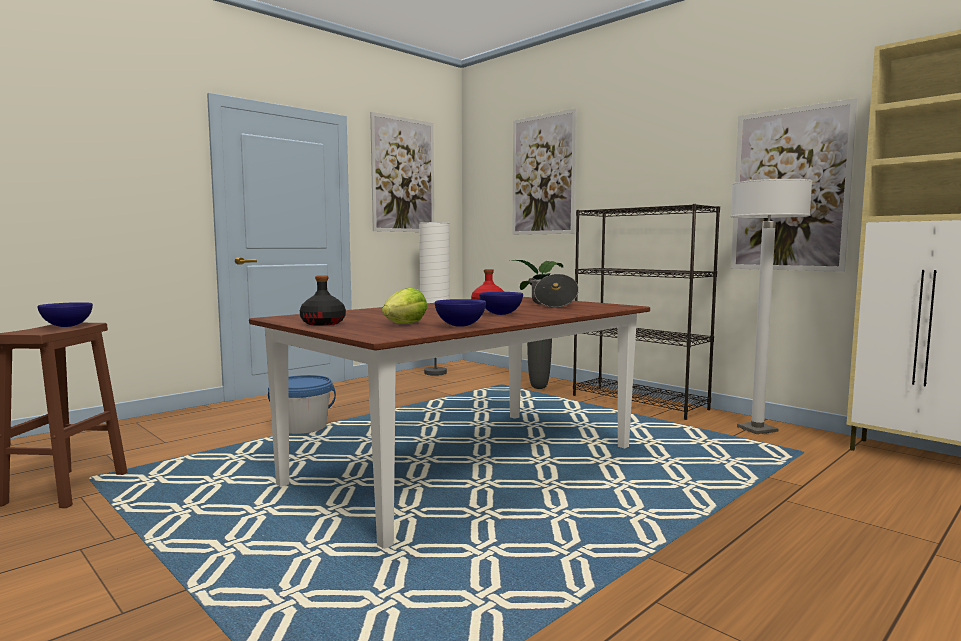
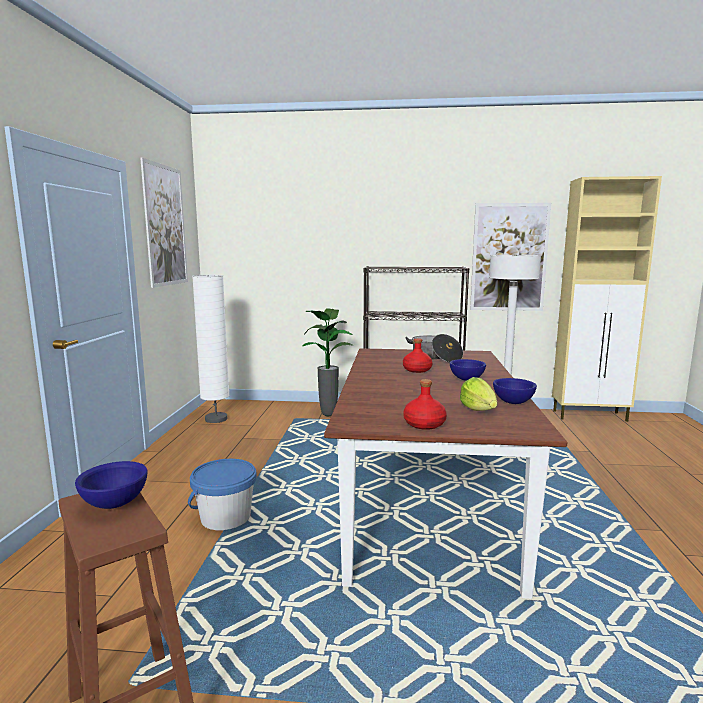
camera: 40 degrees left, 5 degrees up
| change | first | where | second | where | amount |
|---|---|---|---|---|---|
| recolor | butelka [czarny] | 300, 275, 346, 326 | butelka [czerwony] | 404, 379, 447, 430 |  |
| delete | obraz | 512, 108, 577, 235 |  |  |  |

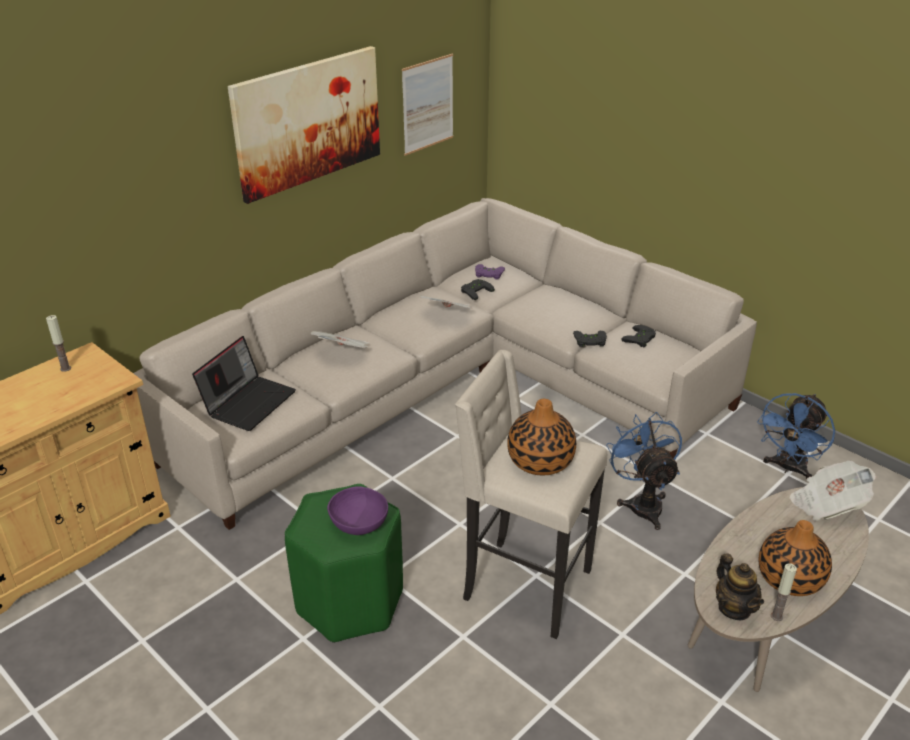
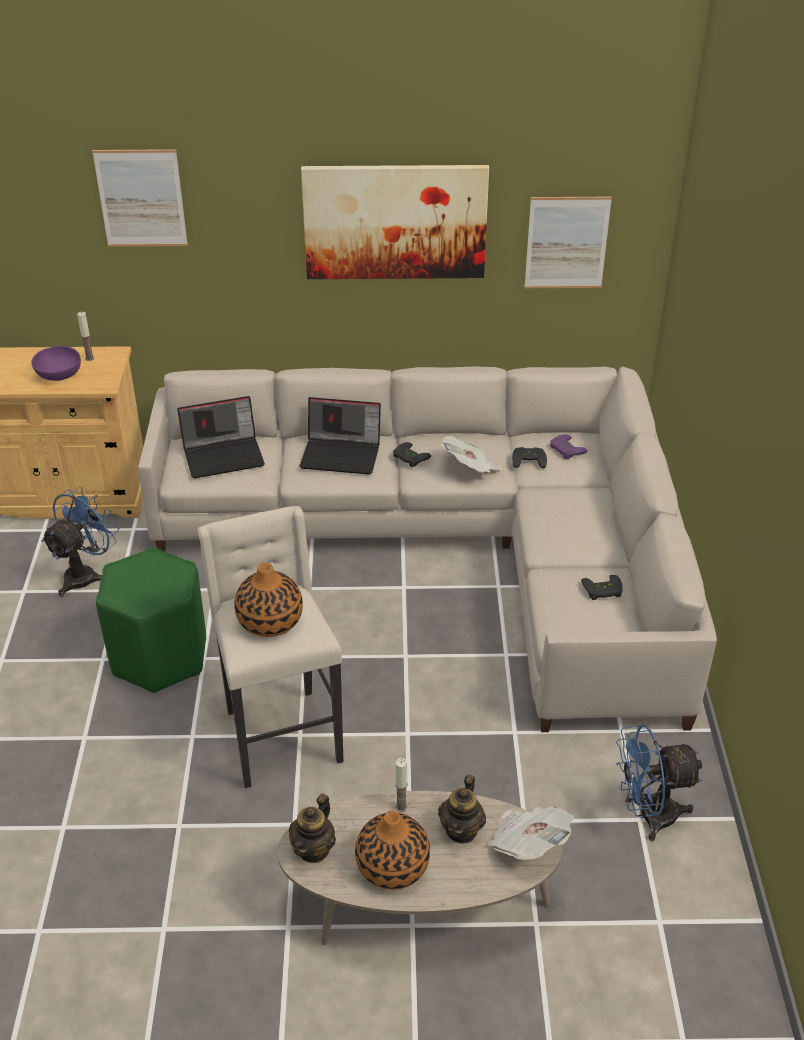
camera: 45 degrees right, 5 degrees up
| change | first | where | second | where | amount |
|---|---|---|---|---|---|
| move | miska [fioletowy] | 327, 486, 388, 535 |  | 31, 346, 81, 381 |  |
| move | wentylator [niebieski] | 606, 412, 682, 530 |  | 41, 487, 119, 597 |  |
| insert |  |  | obraz | 92, 149, 188, 247 |  |
| replace | gazeta | 311, 331, 370, 348 | laptop | 300, 397, 381, 475 |  |
| move | pad do gier [czarny] | 573, 331, 607, 347 |  | 393, 442, 431, 467 |  |
| move | świeca | 771, 563, 797, 621 |  | 395, 758, 408, 812 |  |
| insert |  |  | imbryk | 438, 774, 486, 844 |  |

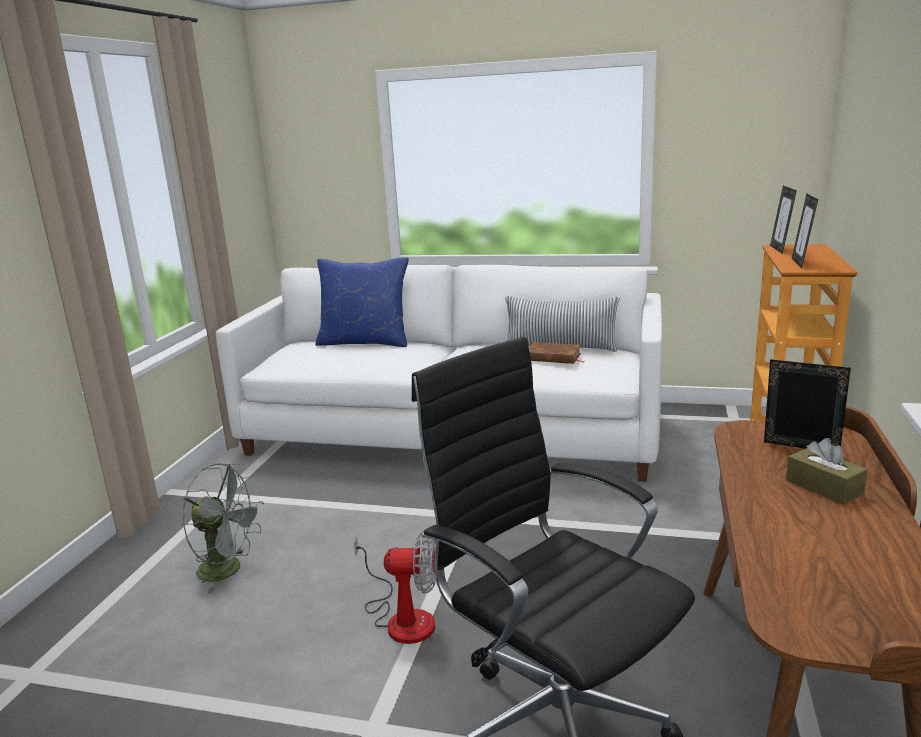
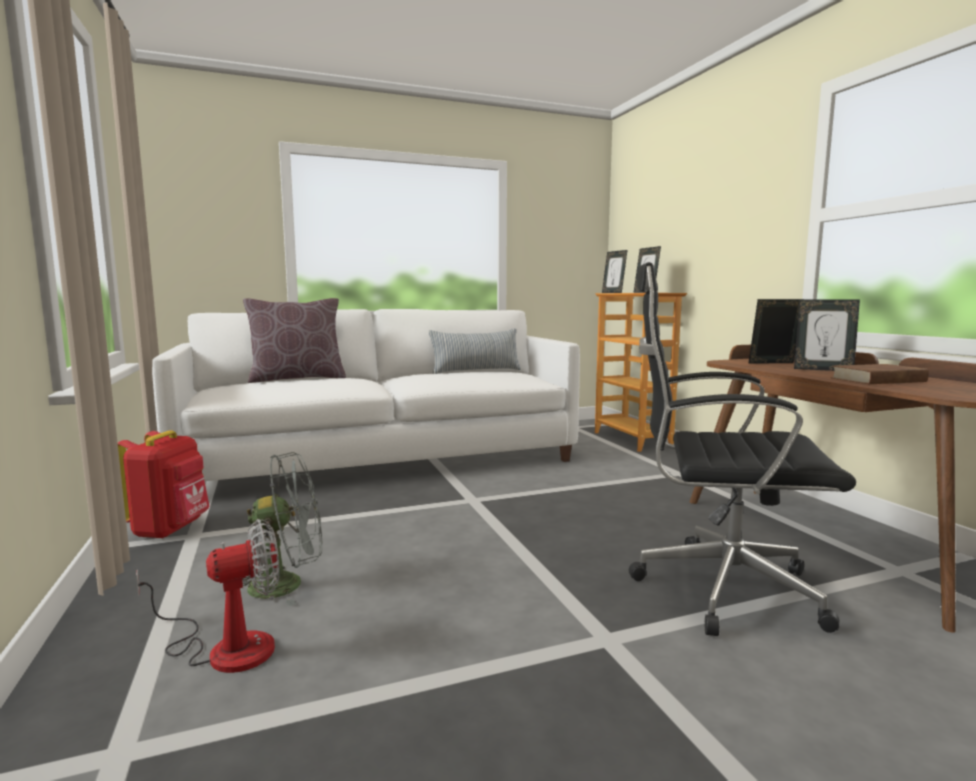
camera: 35 degrees left, 10 degrees down
| change | first | where | second | where | amount |
|---|---|---|---|---|---|
| insert |  |  | plecak [czerwony] | 118, 430, 210, 539 |  |
| move | wentylator | 354, 531, 436, 644 |  | 136, 519, 280, 673 |  |
| recolor | poduszka [niebieski] | 315, 257, 409, 347 | poduszka [brązowy] | 243, 298, 346, 383 |  |
| replace | pudełko chusteczek [brązowy] | 786, 438, 868, 504 | ramka na zdjęcie | 794, 299, 860, 371 |  |
| move | książka [brązowy] | 529, 342, 583, 364 |  | 831, 364, 929, 384 |  |

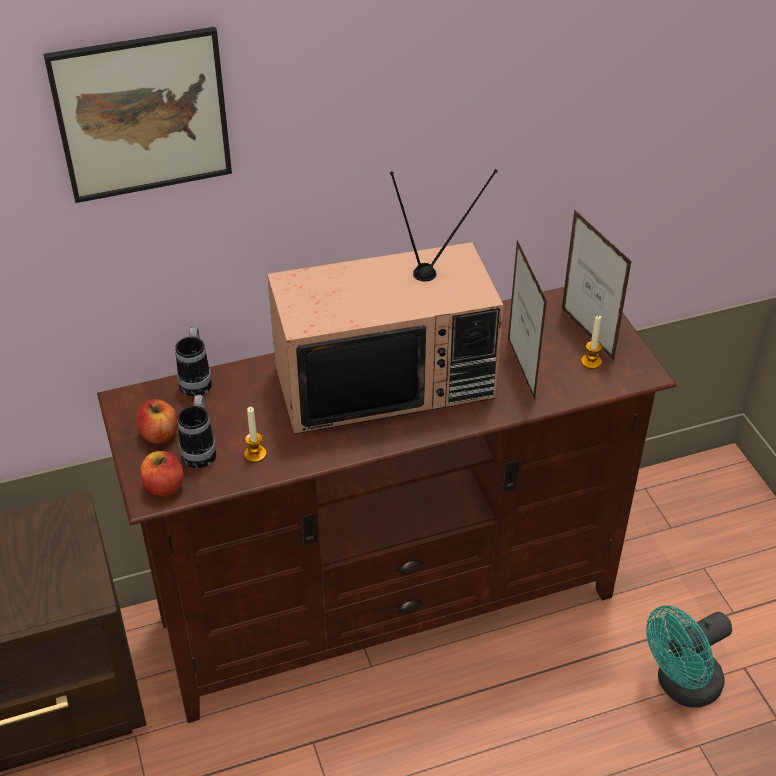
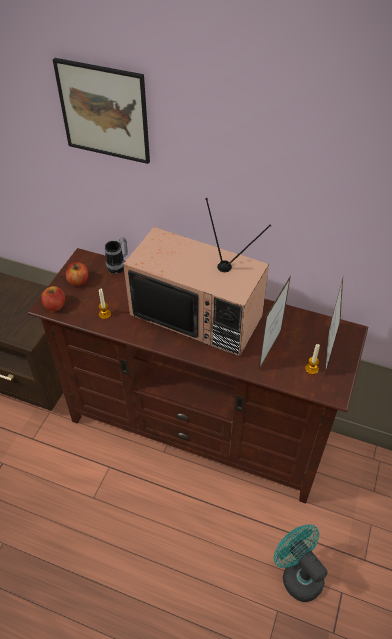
camera: 40 degrees right, 5 degrees up
| change | first | where | second | where | amount |
|---|---|---|---|---|---|
| rotate | wentylator [turkusowy] | 646, 605, 732, 708 |  | 274, 524, 328, 602 | 45 degrees clockwise |
| delete | kubek | 177, 395, 216, 468 |  |  |  |

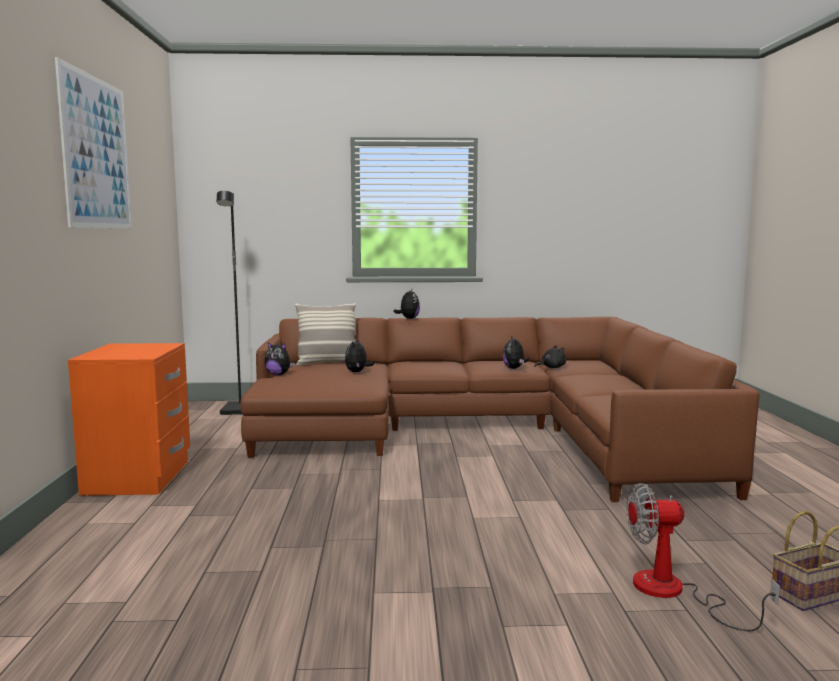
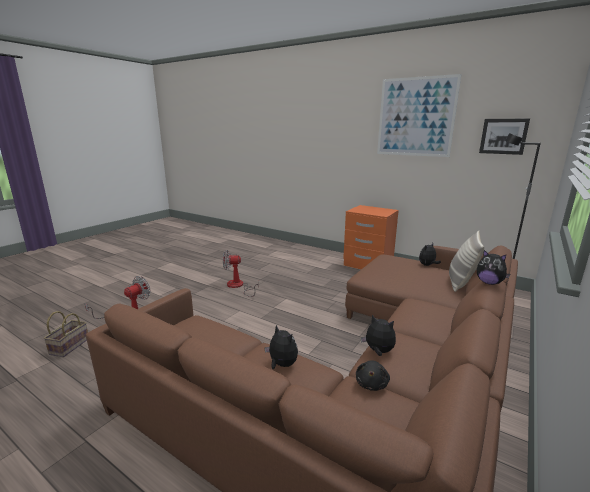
camera: 125 degrees right, 10 degrees up
| change | first | where | second | where | amount |
|---|---|---|---|---|---|
| insert |  |  | wentylator | 223, 250, 258, 297 |  |
| move | pluszak | 345, 338, 375, 372 |  | 265, 325, 298, 369 |  |
| insert |  |  | obraz | 479, 119, 530, 155 |  |

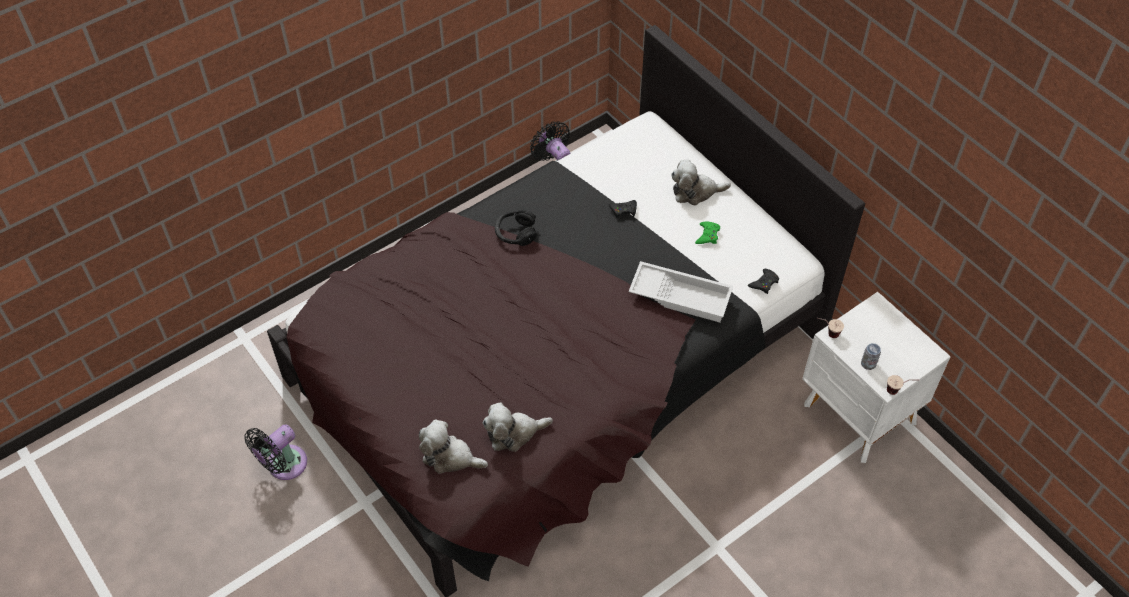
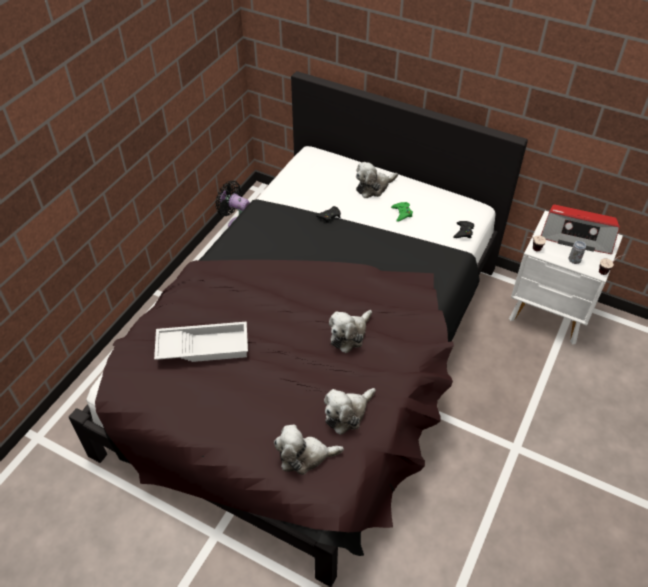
camera: 25 degrees left, 5 degrees down
| change | first | where | second | where | amount |
|---|---|---|---|---|---|
| move | taca [biały] | 629, 261, 733, 322 |  | 154, 321, 248, 362 |  |
| insert |  |  | pluszak | 329, 310, 372, 353 |  |
| insert |  |  | radio | 541, 204, 620, 254 |  |
| delete | wentylator [czarny] | 244, 424, 307, 480 |  |  |  |
| delete | słuchawki [czarny] | 495, 210, 537, 246 |  |  |  |

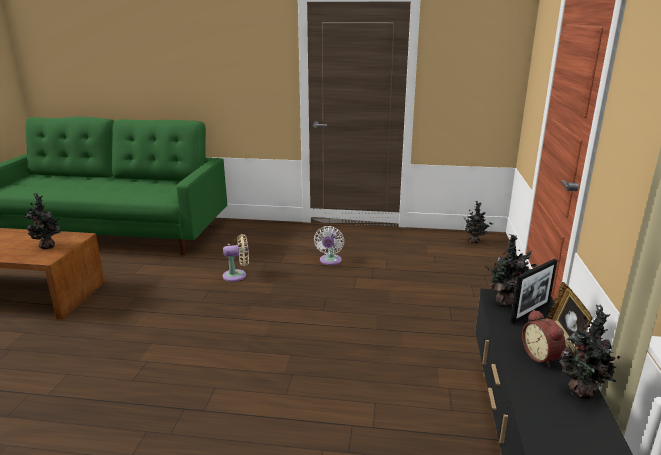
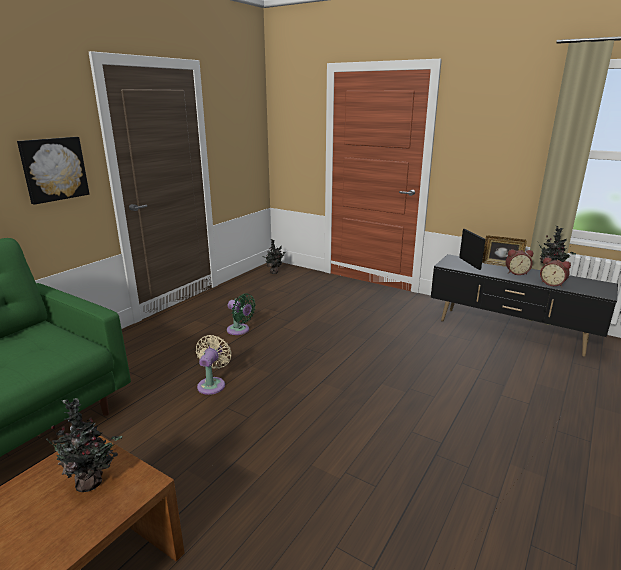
camera: 65 degrees left, 0 degrees up
| change | first | where | second | where | amount |
|---|---|---|---|---|---|
| insert |  |  | obraz | 17, 137, 89, 205 |  |
| recolor | wentylator [biały] | 314, 226, 344, 265 | wentylator [zielony] | 227, 294, 256, 335 |  |
| insert |  |  | budzik | 540, 257, 571, 287 |  |
| delete | roślina doniczkowa | 485, 234, 538, 306 |  |  |  |

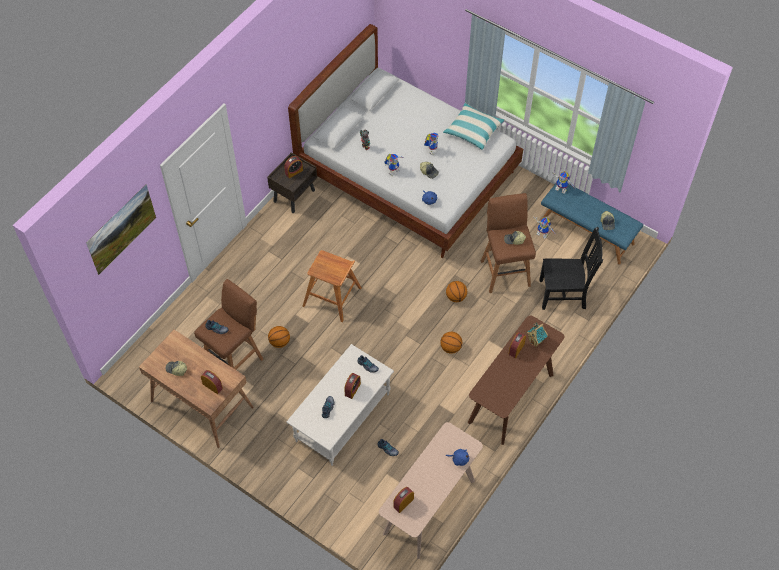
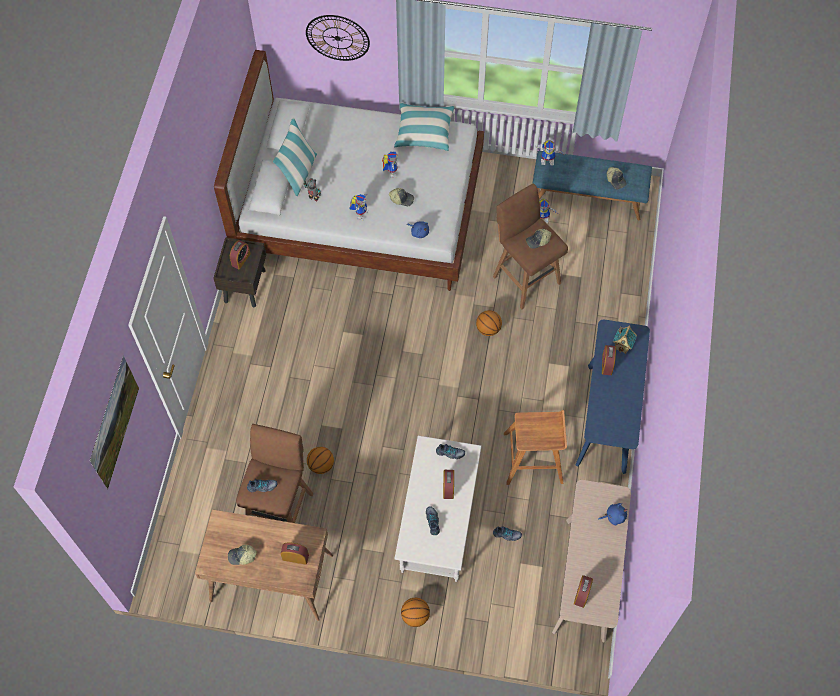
camera: 25 degrees left, 5 degrees up
| change | first | where | second | where | amount |
|---|---|---|---|---|---|
| insert |  |  | poduszka | 273, 118, 317, 196 |  |
| insert |  |  | zegar ścienny | 306, 15, 370, 61 |  |
| move | piłka do koszykówki | 440, 332, 462, 354 |  | 401, 598, 430, 627 |  |
| move | stołek [brązowy] | 302, 250, 361, 322 |  | 504, 410, 567, 485 |  |
| recolor | stolik konsolowy [brązowy] | 468, 316, 564, 445 | stolik konsolowy [niebieski] | 576, 320, 650, 474 |  |
| delete | krzesło [czarny] | 539, 227, 603, 310 |  |  |  |

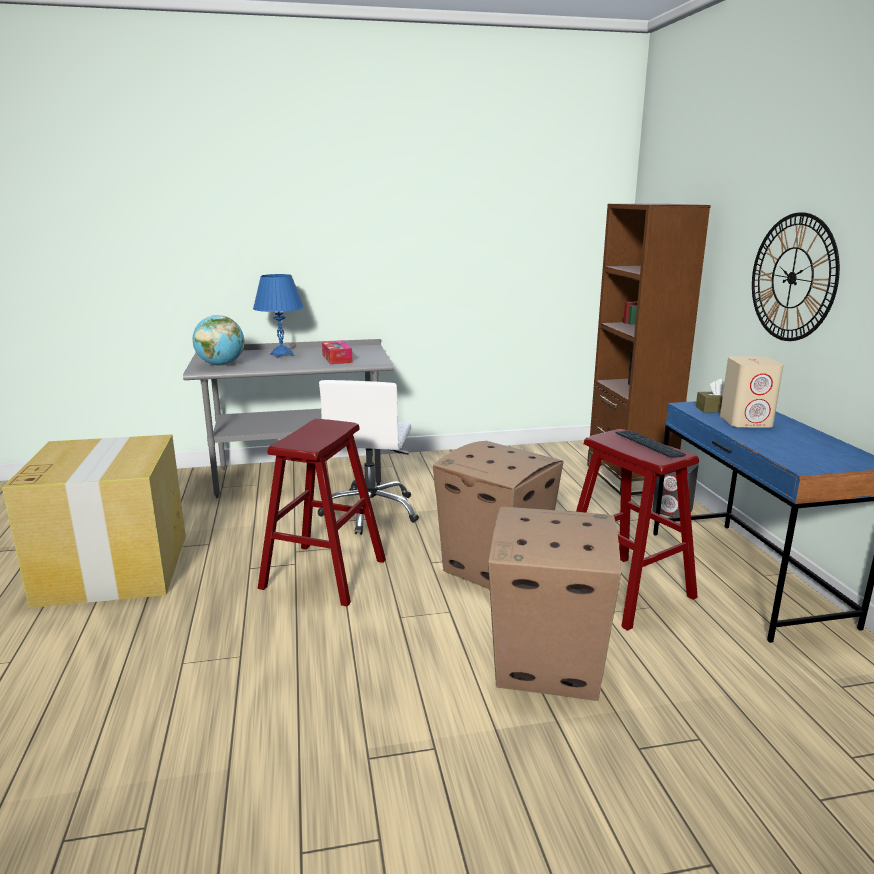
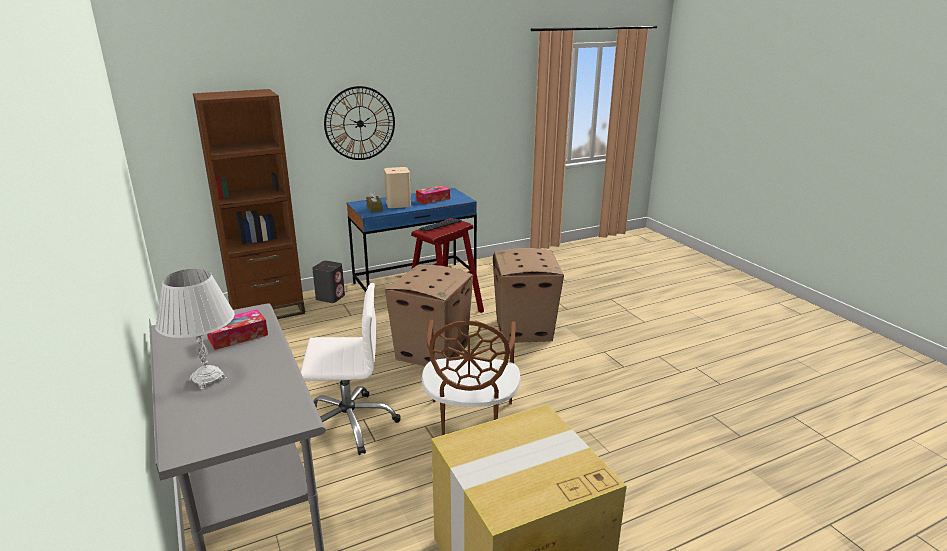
camera: 105 degrees left, 5 degrees up
| change | first | where | second | where | amount |
|---|---|---|---|---|---|
| recolor | lampa stołowa [niebieski] | 253, 274, 304, 358 | lampa stołowa [biały] | 155, 269, 235, 390 |  |
| insert |  |  | pudełko chusteczek | 416, 185, 450, 204 |  |
| replace | stołek [czerwony] | 258, 419, 386, 607 | krzesło [brązowy] | 422, 320, 521, 435 |  |
| delete | globus | 193, 315, 245, 366 |  |  |  |

